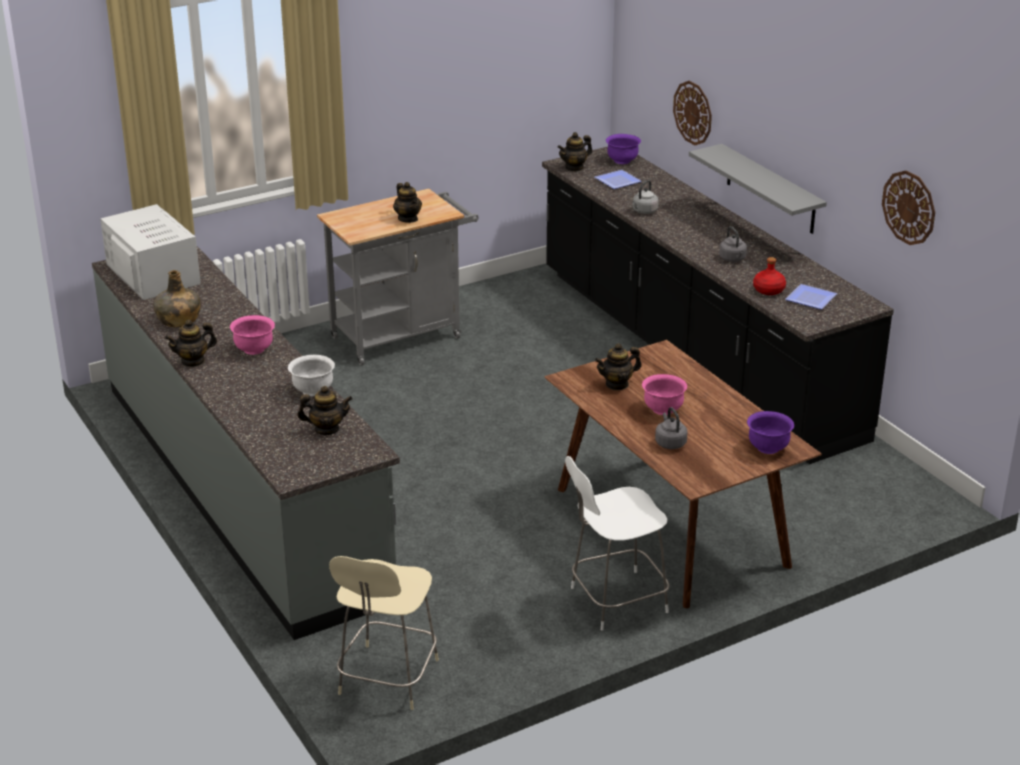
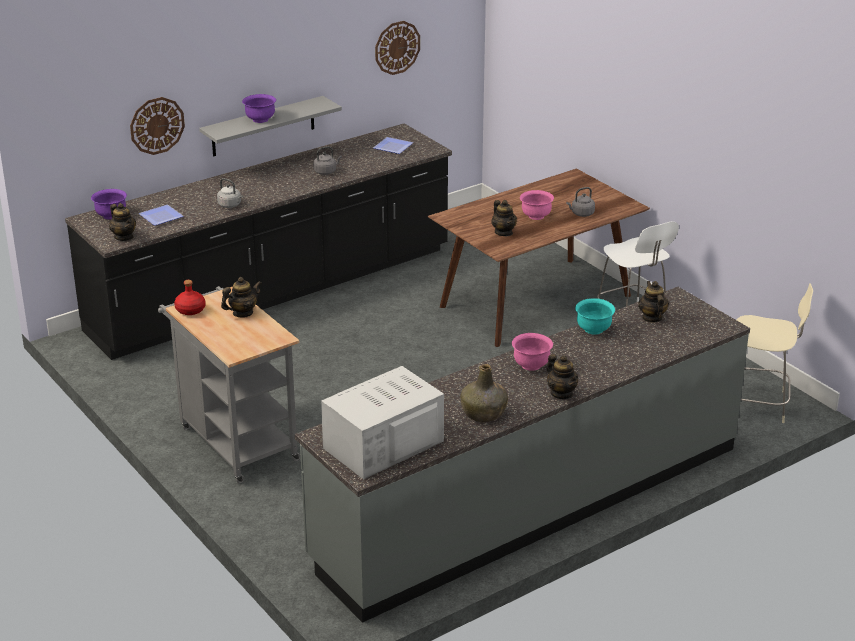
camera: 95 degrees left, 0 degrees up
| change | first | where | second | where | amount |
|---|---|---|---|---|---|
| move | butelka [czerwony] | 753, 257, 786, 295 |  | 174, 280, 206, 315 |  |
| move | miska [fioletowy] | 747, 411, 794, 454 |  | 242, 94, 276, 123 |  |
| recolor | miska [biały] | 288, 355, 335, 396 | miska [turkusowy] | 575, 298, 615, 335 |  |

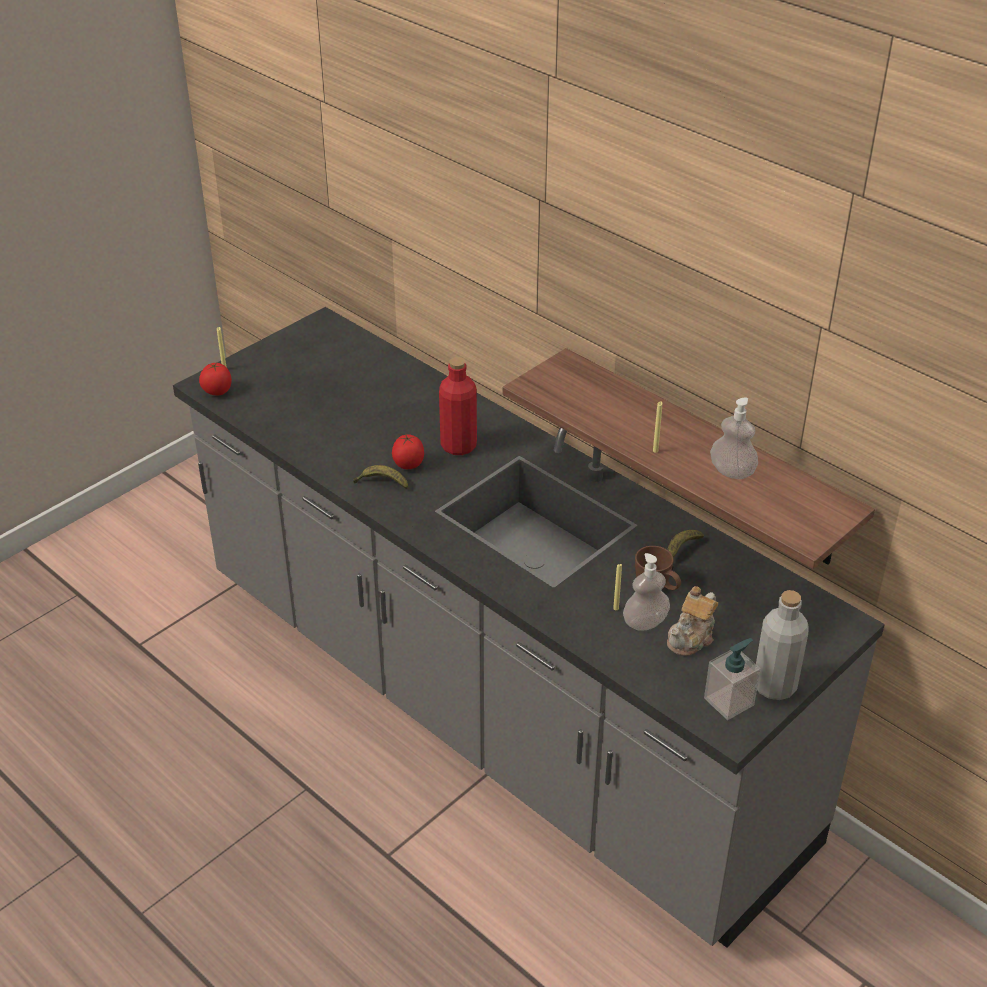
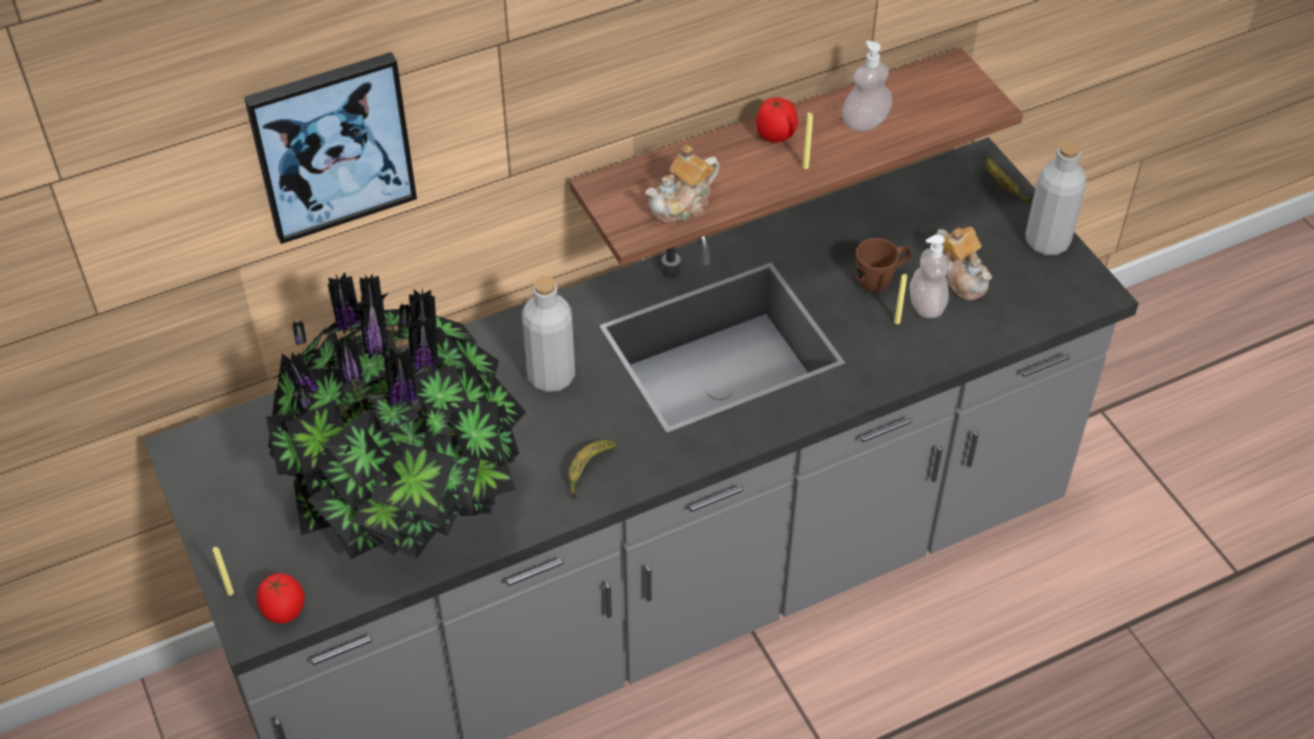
camera: 70 degrees left, 10 degrees up
| change | first | where | second | where | amount |
|---|---|---|---|---|---|
| insert |  |  | obraz | 244, 52, 417, 244 |  |
| insert |  |  | roślina doniczkowa | 266, 272, 526, 559 |  |
| recolor | butelka [czerwony] | 439, 357, 477, 455 | butelka [szary] | 522, 276, 575, 392 |  |
| insert |  |  | imbryk | 646, 145, 719, 224 |  |
| move | pomidor | 392, 434, 424, 469 |  | 756, 97, 798, 142 |  |
| move | banan | 667, 530, 704, 570 |  | 985, 158, 1031, 203 |  |
| delete | dozownik mydła | 704, 638, 761, 720 |  |  |  |

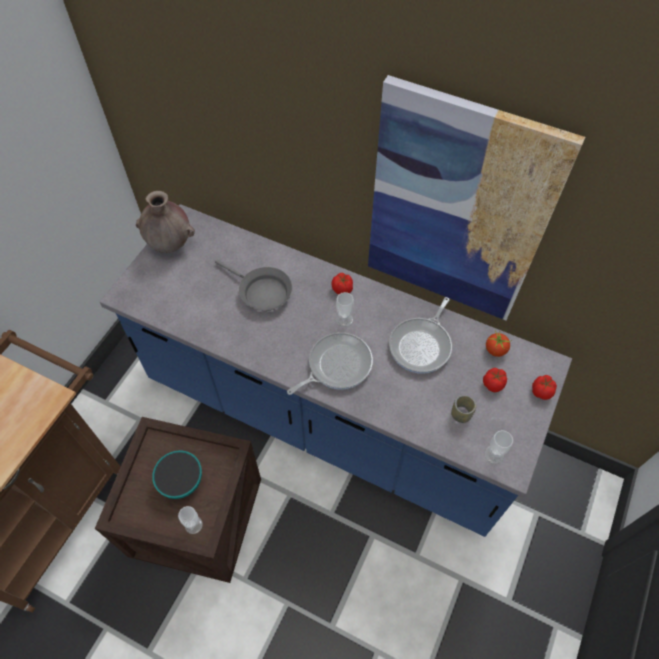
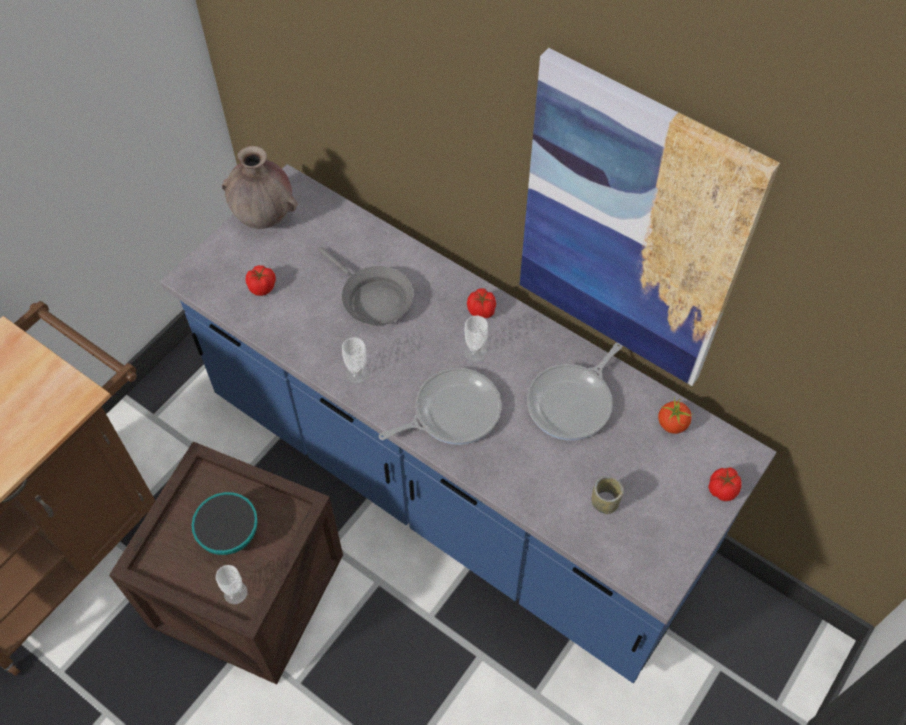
camera: 10 degrees right, 0 degrees up
| change | first | where | second | where | amount |
|---|---|---|---|---|---|
| move | pomidor | 483, 368, 507, 392 |  | 245, 265, 276, 296 |  |
| move | filiżanka | 484, 430, 513, 464 |  | 342, 338, 369, 384 |  |

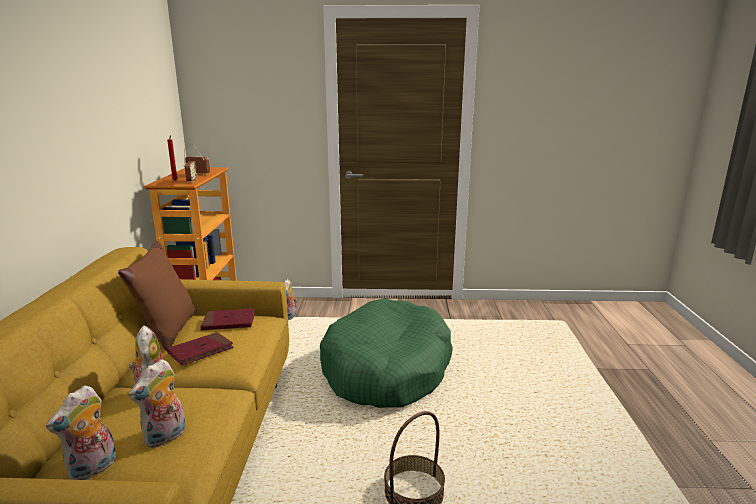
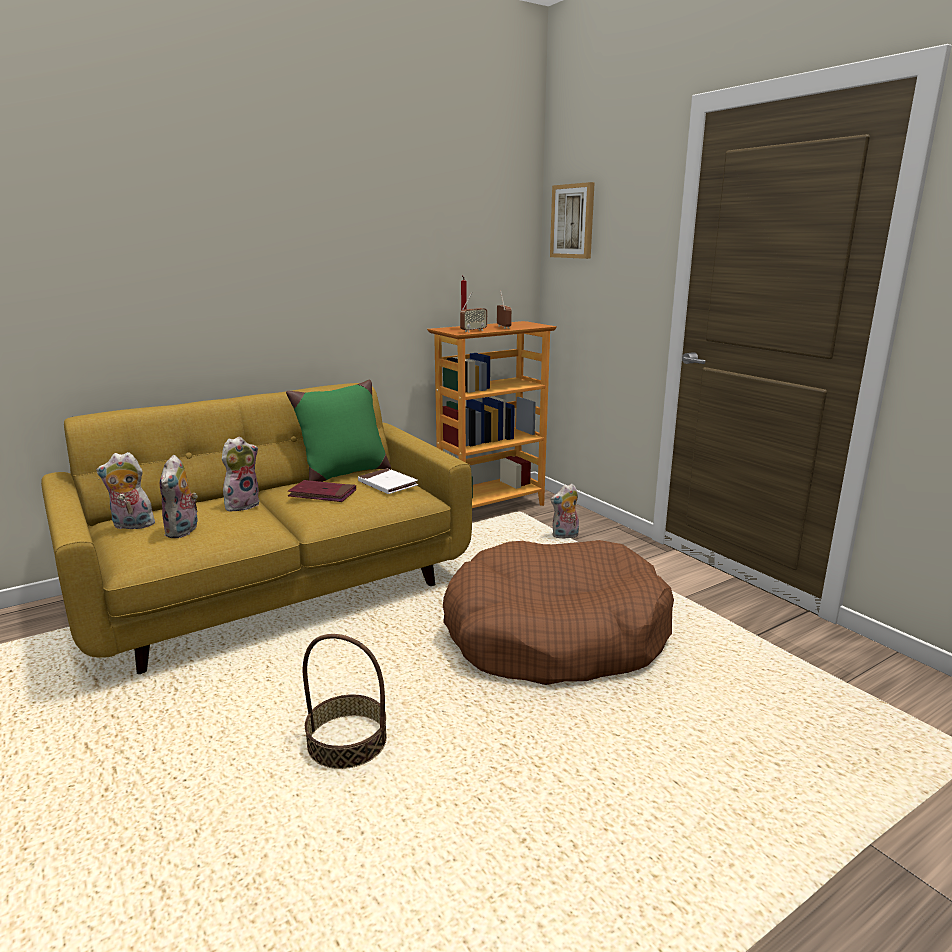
camera: 55 degrees right, 0 degrees up
| change | first | where | second | where | amount |
|---|---|---|---|---|---|
| rotate | pluszak | 129, 359, 186, 448 |  | 160, 455, 198, 538 | 90 degrees counterclockwise |
| recolor | poduszka [brązowy] | 118, 240, 197, 351 | poduszka [zielony] | 286, 380, 391, 482 |  |
| recolor | książka [czerwony] | 200, 308, 255, 330 | książka [biały] | 358, 468, 418, 494 |  |
| recolor | legowisko [zielony] | 320, 298, 453, 408 | legowisko [brązowy] | 443, 540, 674, 685 |  |
| insert |  |  | obraz | 550, 182, 595, 259 |  |

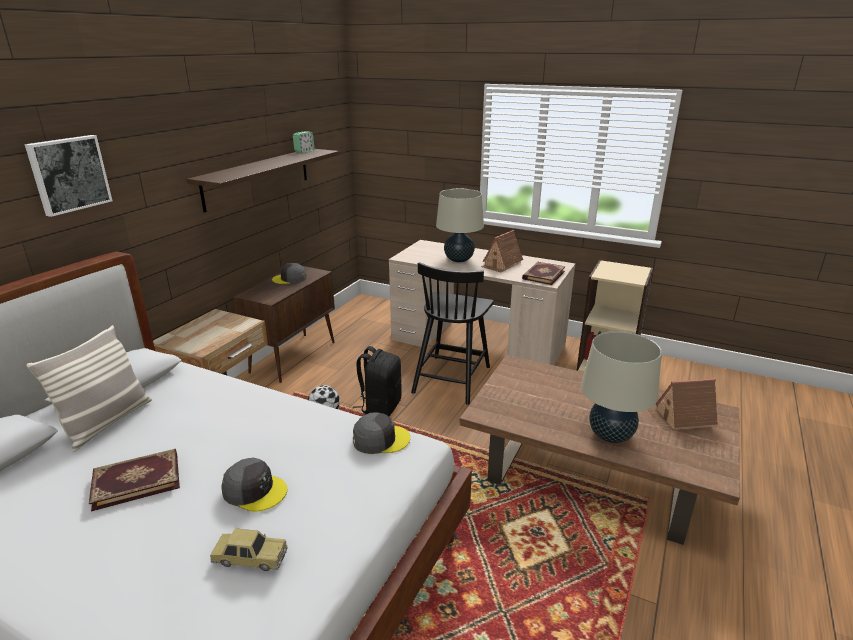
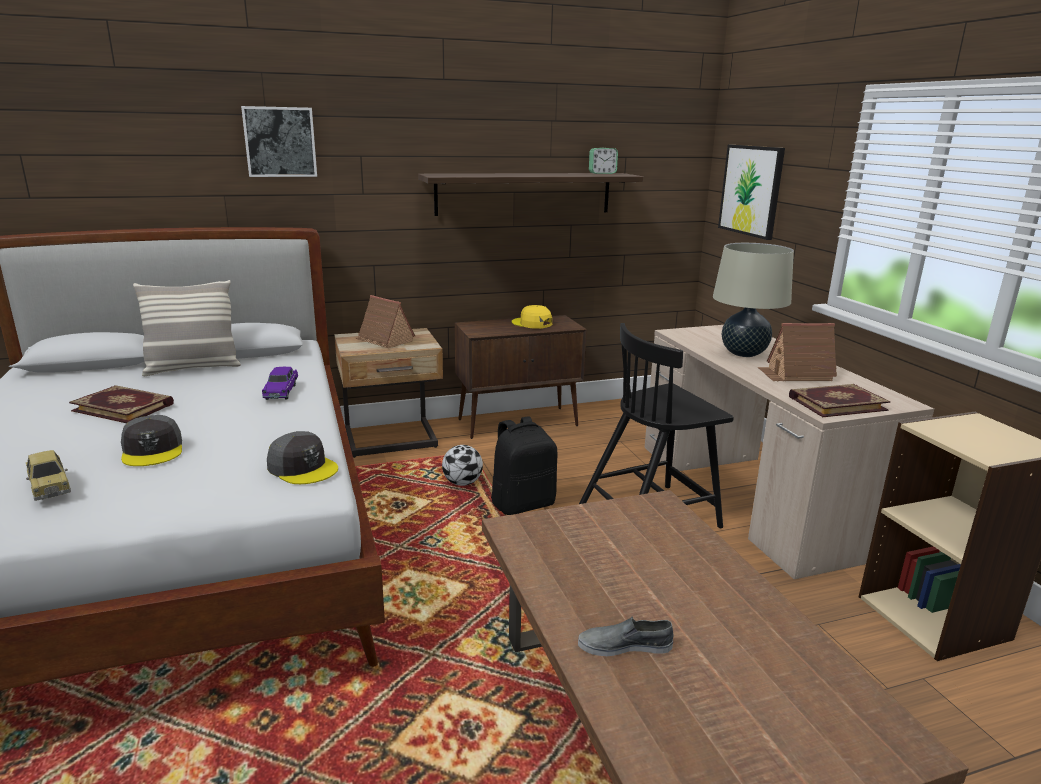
camera: 45 degrees right, 5 degrees down
| change | first | where | second | where | amount |
|---|---|---|---|---|---|
| insert |  |  | samochodzik [fioletowy] | 262, 367, 298, 400 |  |
| move | domek | 648, 378, 718, 431 |  | 355, 295, 415, 348 |  |
| recolor | czapka z daszkiem [szary] | 272, 263, 306, 284 | czapka z daszkiem [żółty] | 512, 305, 552, 329 |  |
| replace | lampa stołowa [beżowy] | 581, 331, 662, 443 | but [szary] | 578, 617, 674, 656 |  |
| insert |  |  | obraz | 718, 145, 785, 240 |  |

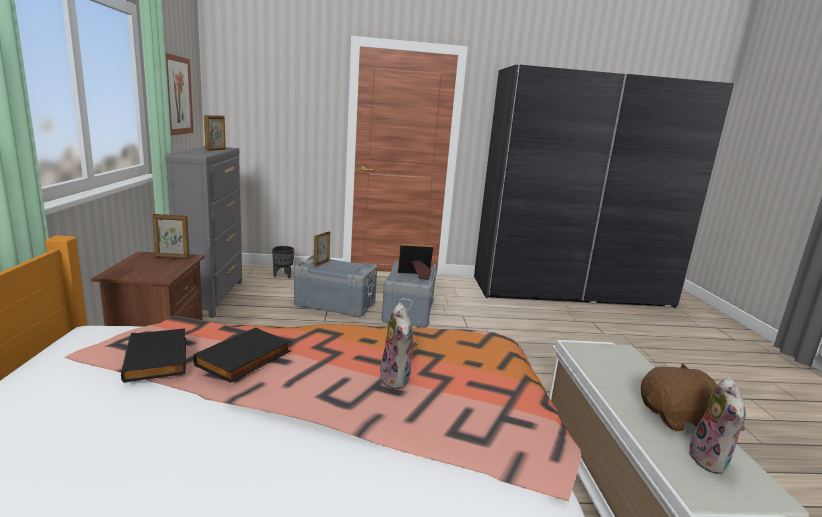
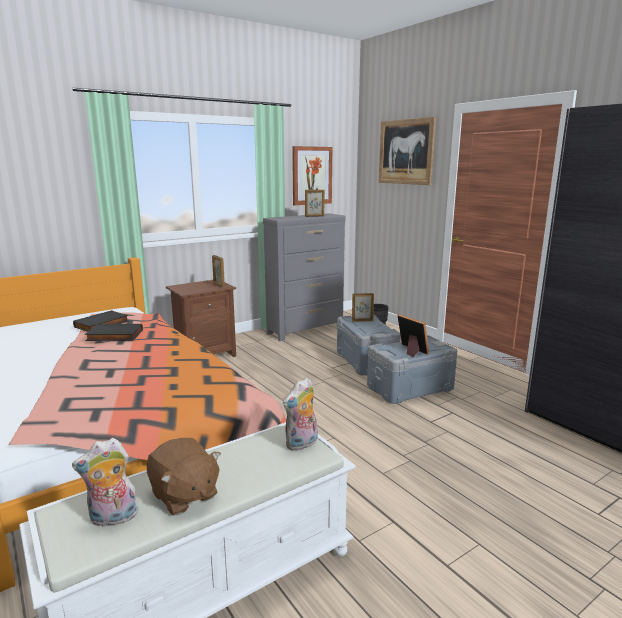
camera: 60 degrees right, 0 degrees up
| change | first | where | second | where | amount |
|---|---|---|---|---|---|
| move | pluszak | 380, 303, 418, 389 |  | 283, 378, 318, 451 |  |
| insert |  |  | obraz | 379, 117, 436, 185 |  |

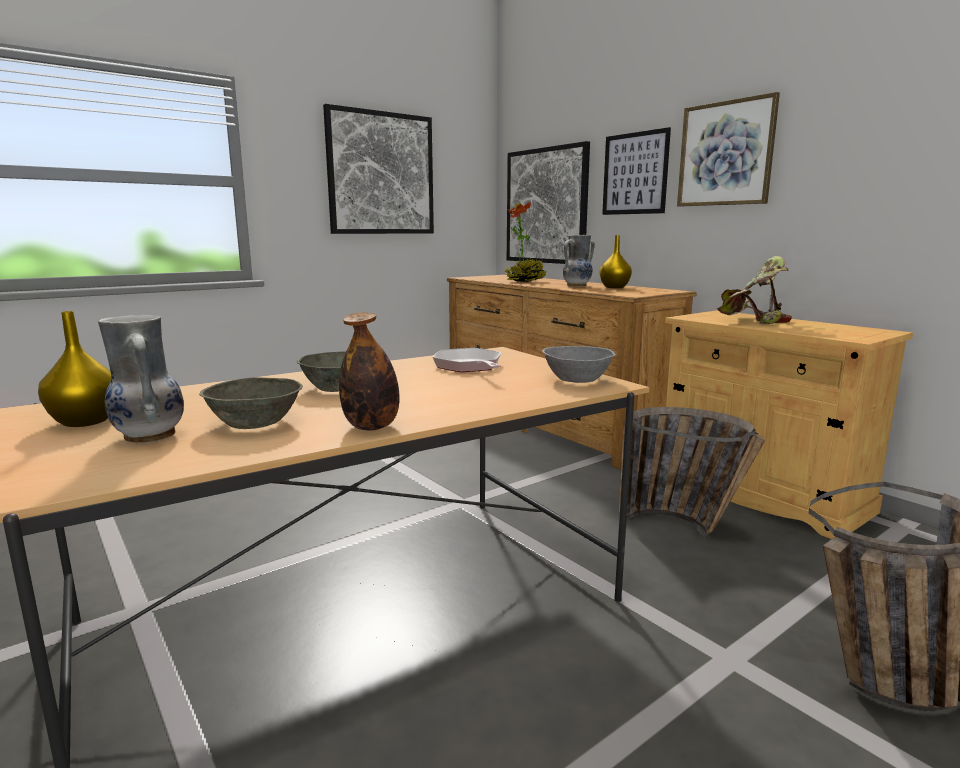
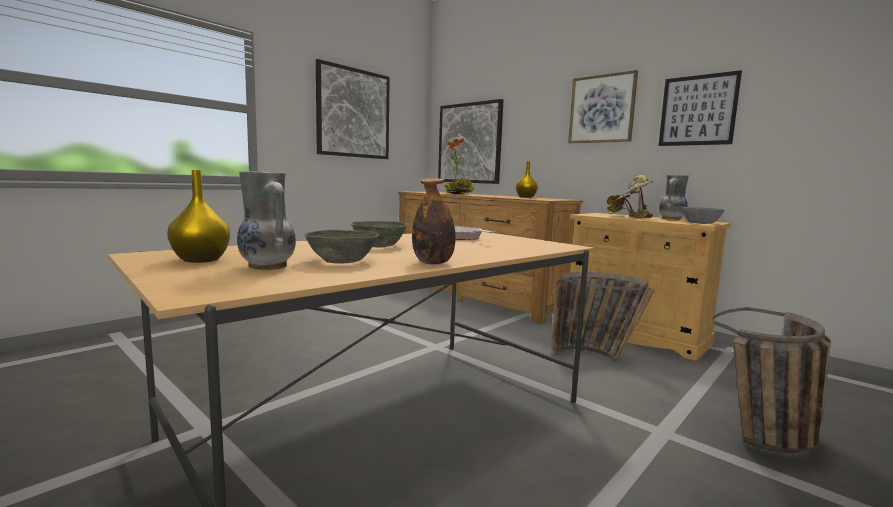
camera: 10 degrees left, 5 degrees down
| change | first | where | second | where | amount |
|---|---|---|---|---|---|
| move | obraz | 602, 127, 671, 215 |  | 659, 70, 742, 146 |  |
| move | wazon | 563, 235, 595, 287 |  | 659, 175, 689, 220 |  |
| move | miska [szary] | 542, 346, 616, 383 |  | 680, 206, 726, 224 |  |

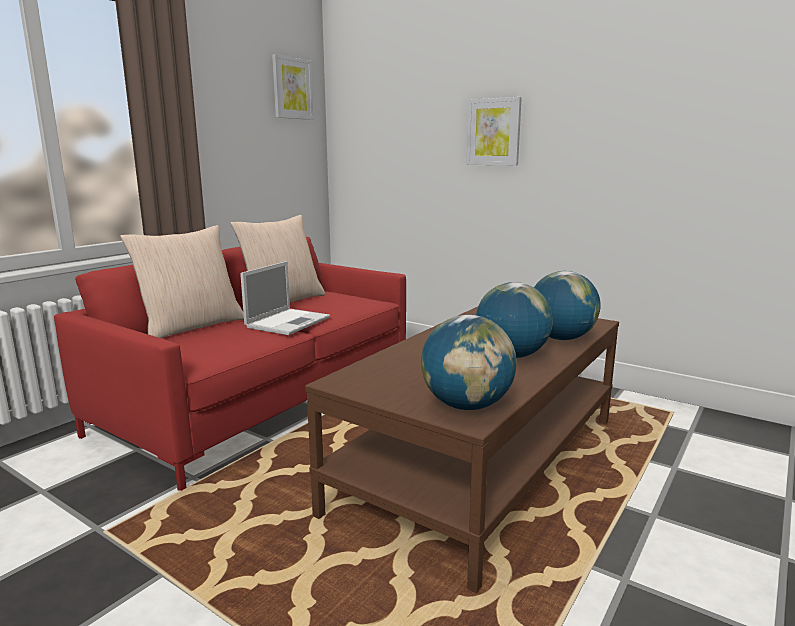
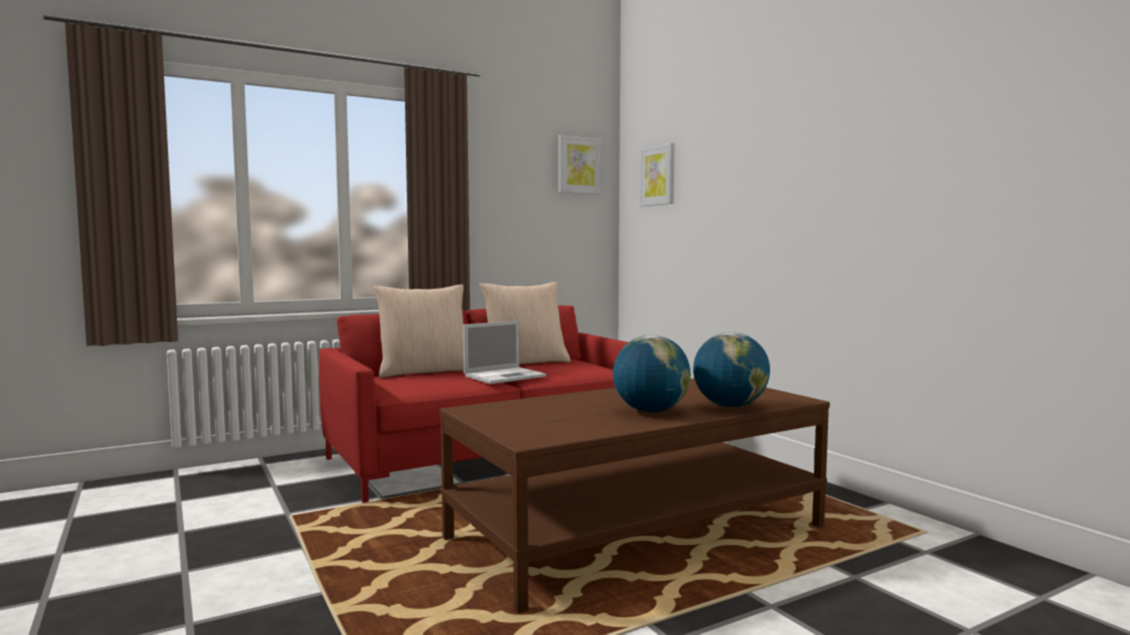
camera: 25 degrees right, 10 degrees down
| change | first | where | second | where | amount |
|---|---|---|---|---|---|
| move | obraz | 467, 97, 522, 165 |  | 640, 143, 674, 206 |  |
| delete | globus | 421, 315, 517, 410 |  |  |  |

